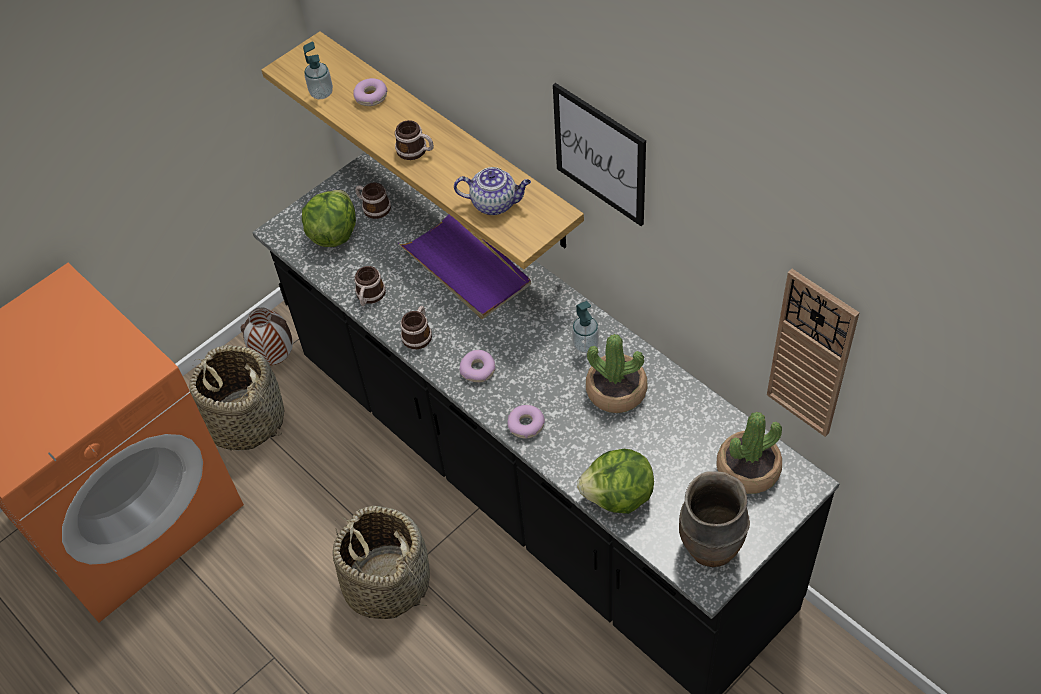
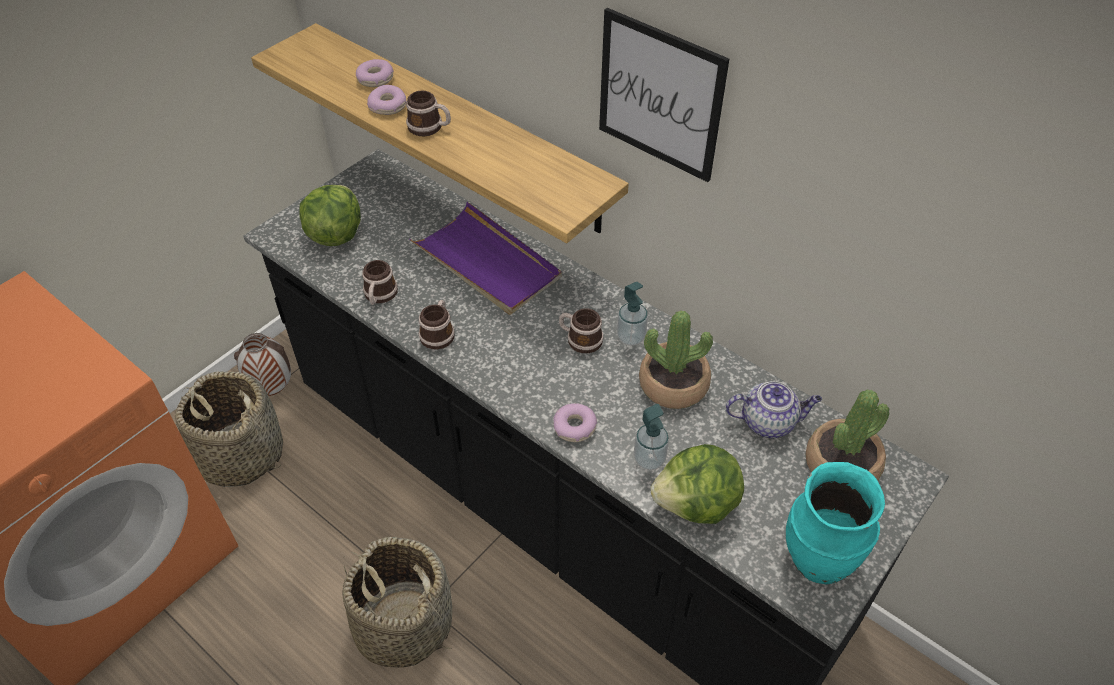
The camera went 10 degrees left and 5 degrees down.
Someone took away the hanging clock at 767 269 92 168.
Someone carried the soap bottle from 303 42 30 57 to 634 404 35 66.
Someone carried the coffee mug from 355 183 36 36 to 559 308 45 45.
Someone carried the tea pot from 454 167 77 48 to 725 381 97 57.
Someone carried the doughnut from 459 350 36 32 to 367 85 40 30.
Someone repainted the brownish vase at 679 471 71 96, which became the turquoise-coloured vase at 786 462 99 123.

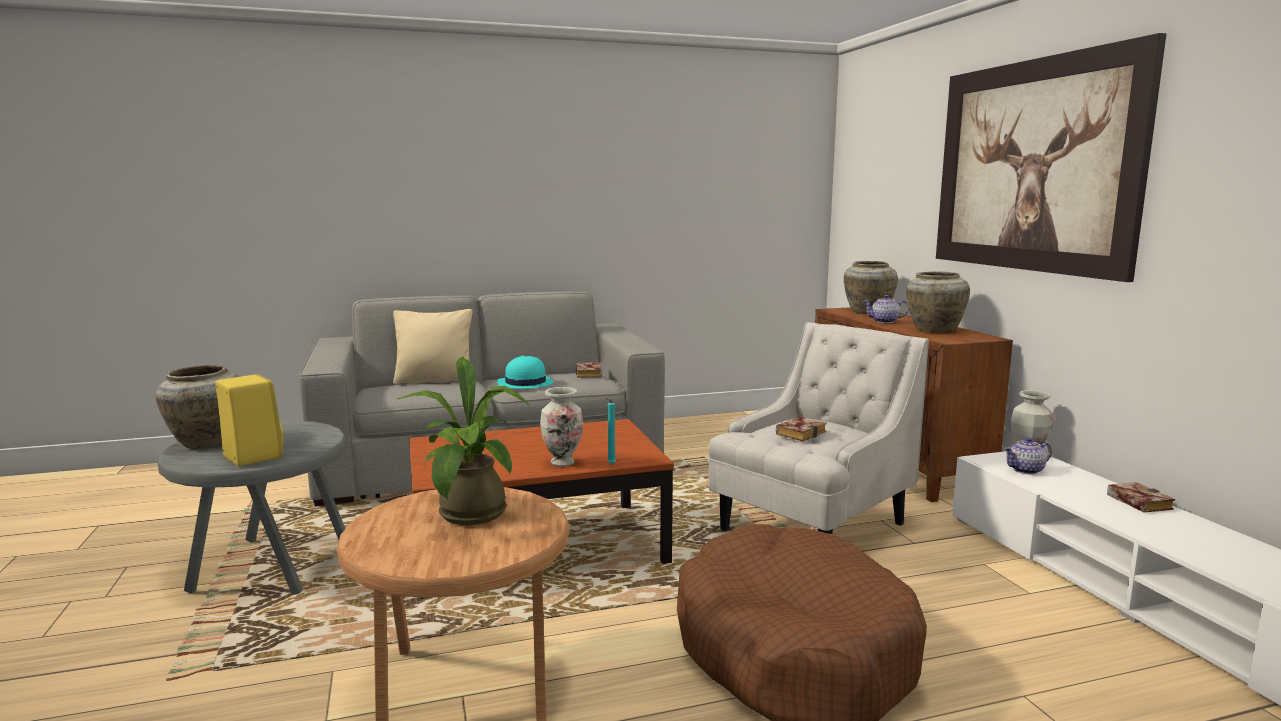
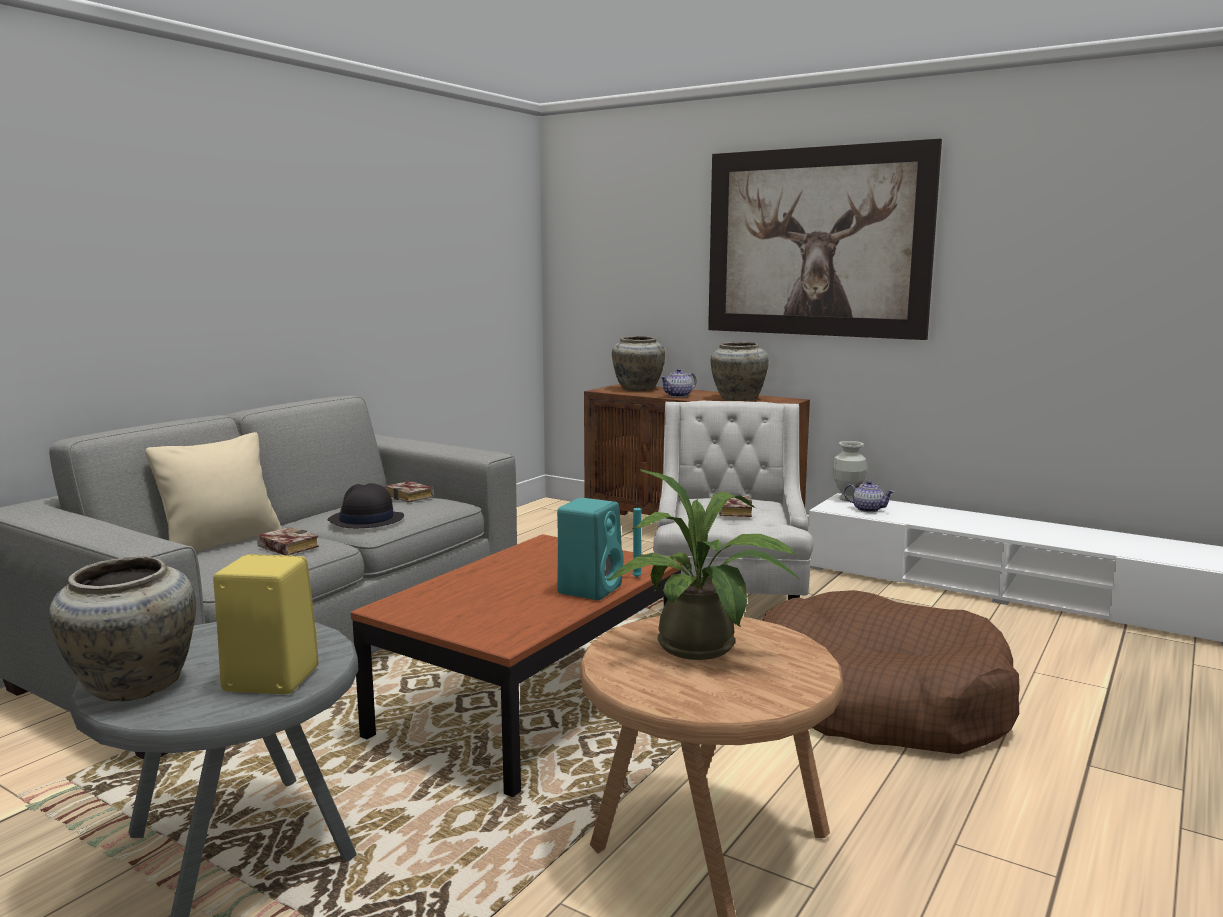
The camera went 40 degrees left and 0 degrees up.
Someone carried the bound book from 1107 482 68 31 to 257 527 62 28.
Someone swapped the vase at 540 387 43 80 for the turquoise-coloured audio speaker at 557 498 66 102.
Someone repainted the turquoise-coloured wearable hat at 497 355 57 34, which became the black wearable hat at 327 483 77 45.
Someone rotated the tea pot at 1004 437 48 37 by 90 degrees counterclockwise.

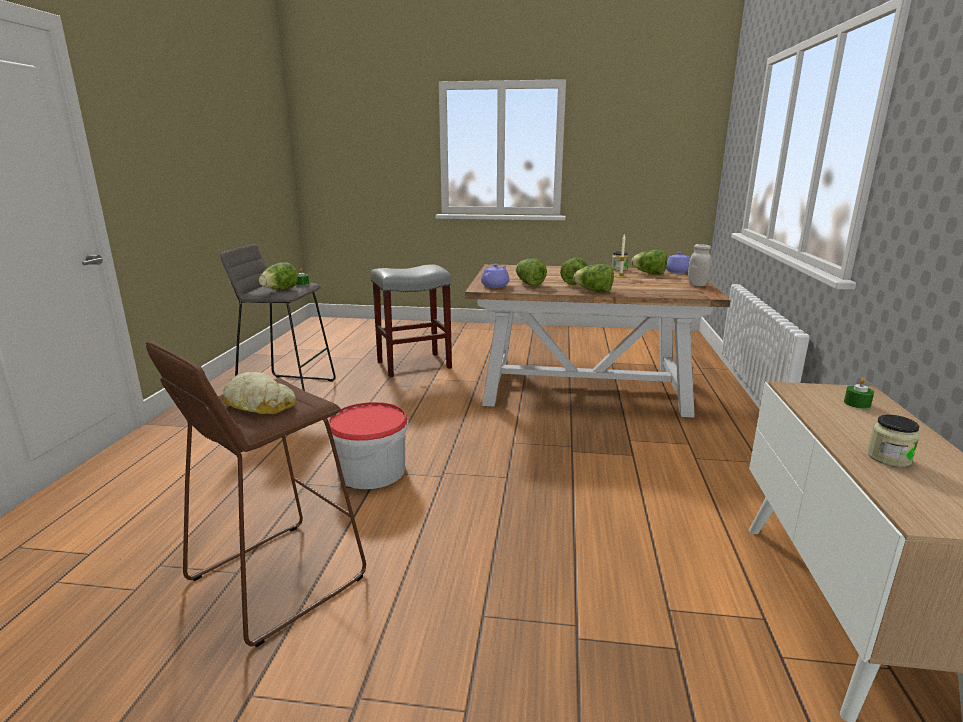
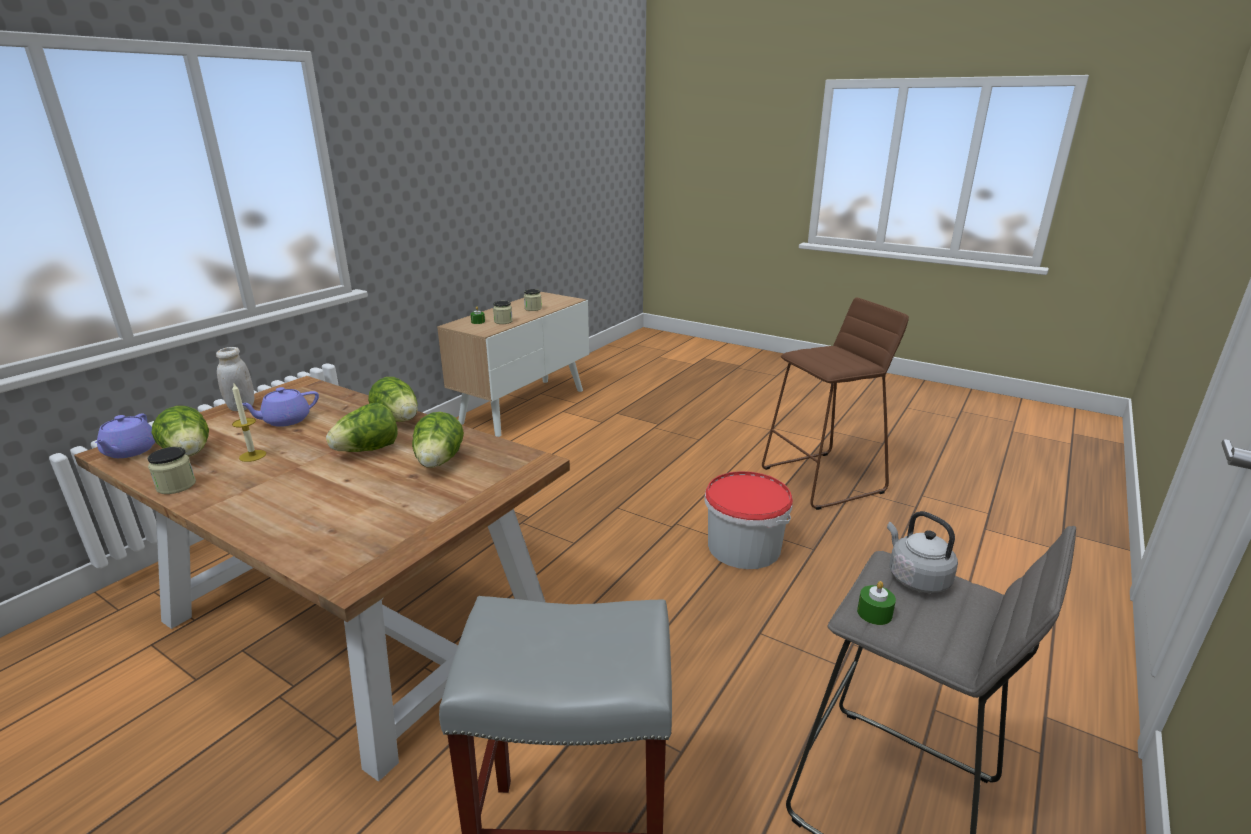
The camera went 155 degrees left and 5 degrees up.
Someone took away the bakery bread at 222 372 74 42.
Someone put down the jar at 493 301 20 23.
Someone carried the purple tea pot from 481 264 28 24 to 242 387 77 40.
Someone swapped the lettuce head at 259 262 39 28 for the gray kettle at 887 511 71 82.

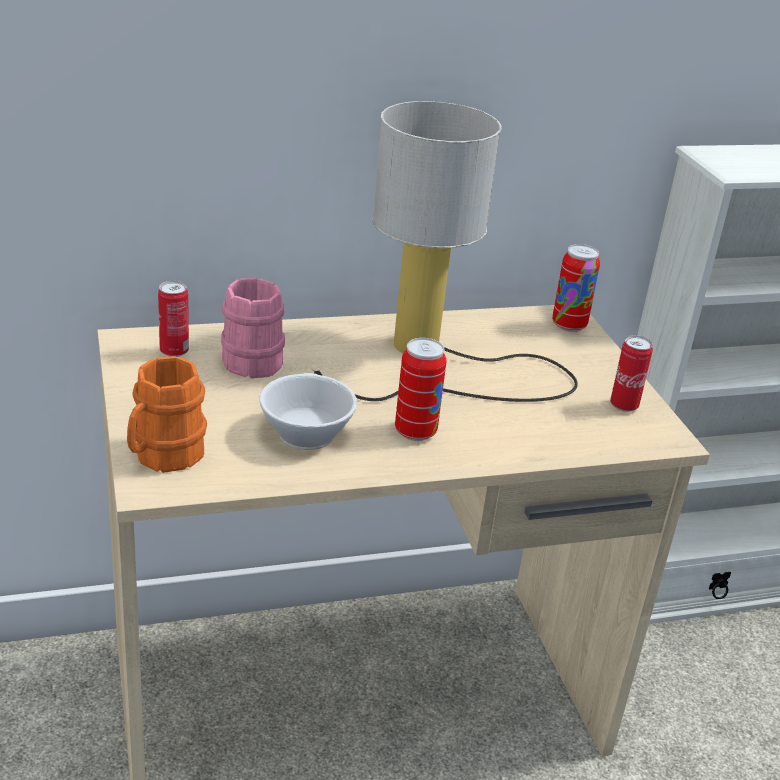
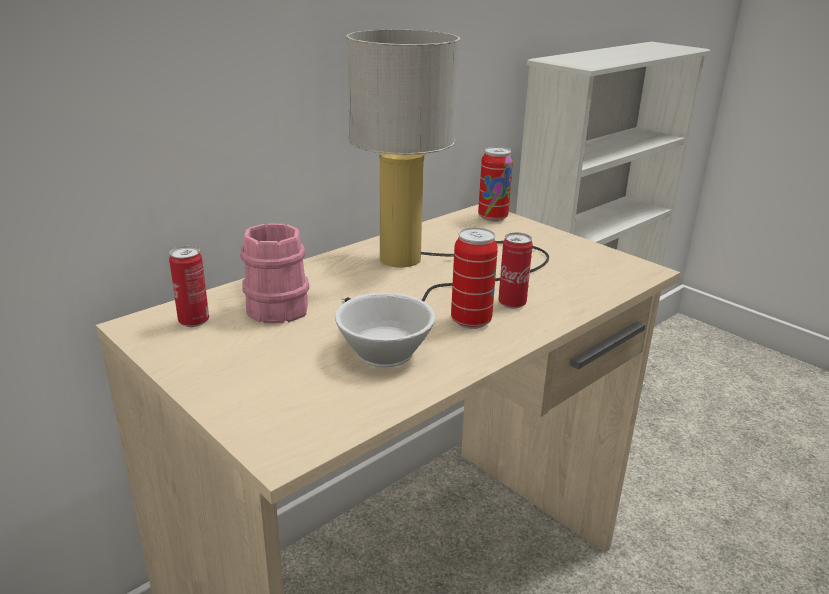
The camera went 25 degrees left and 5 degrees down.
Someone took away the orange coffee mug at 127 356 80 117.
Someone carried the sealed can from 610 335 43 77 to 498 232 35 77.

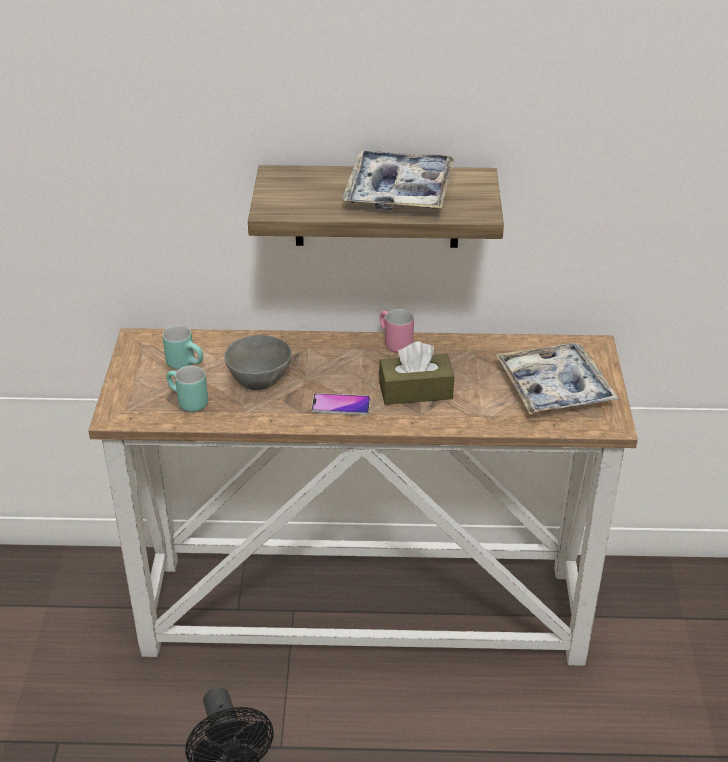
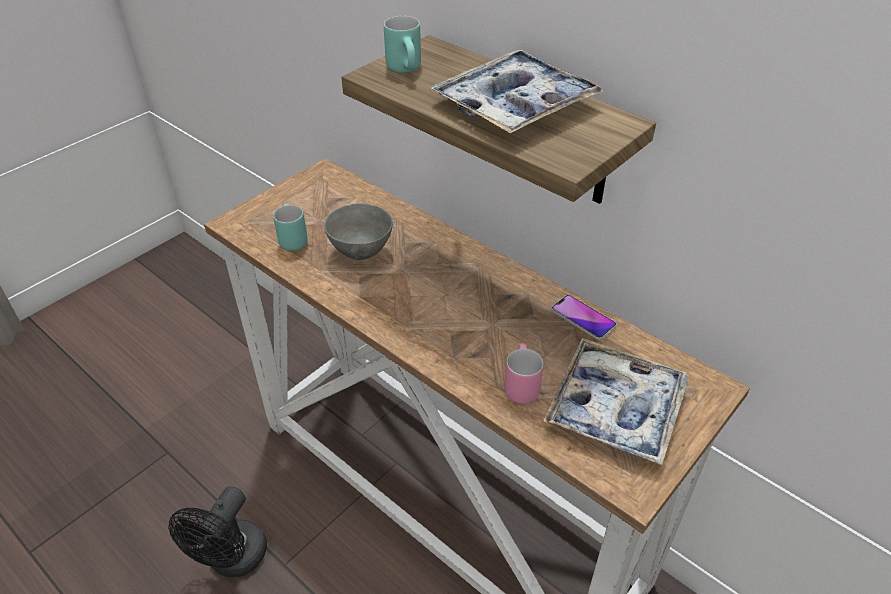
The camera went 40 degrees right and 5 degrees up.
Someone took away the brownish box of tissues at 379 341 75 64.
Someone carried the turquoise-coloured coffee mug from 162 325 41 45 to 384 16 37 57.
Someone carried the handset from 311 393 59 22 to 551 295 66 45.
Someone carried the pinkish coffee mug from 379 309 35 44 to 504 343 39 61.

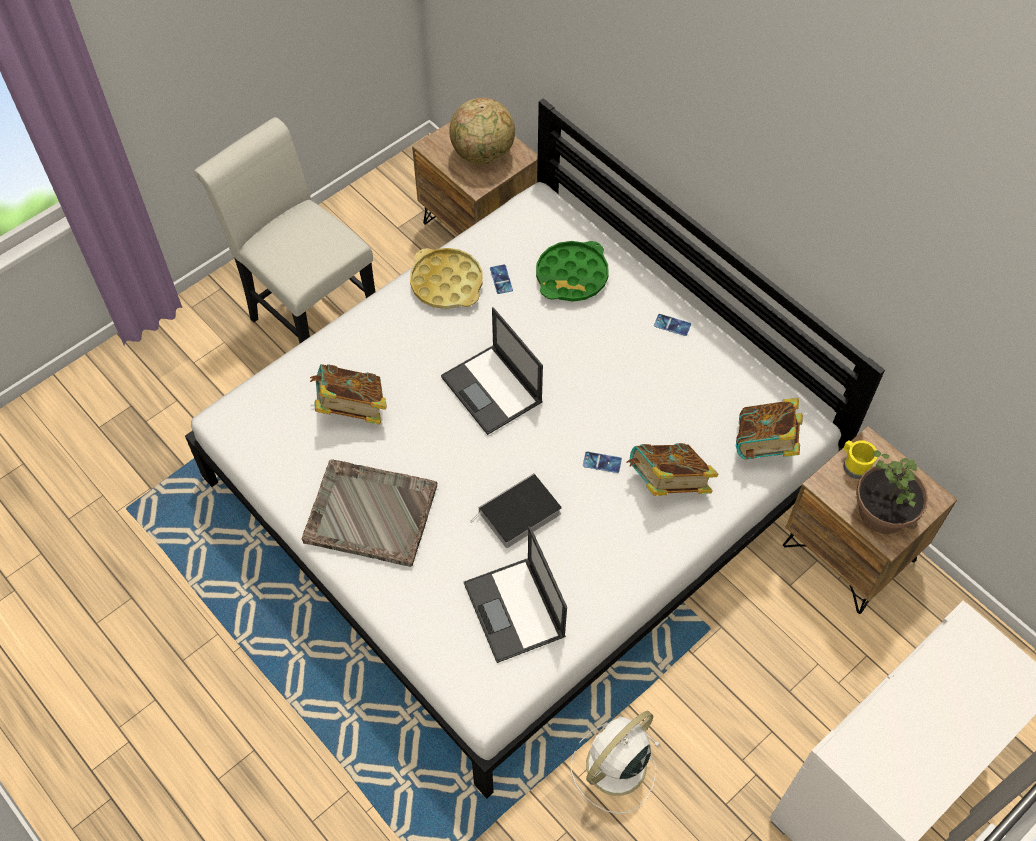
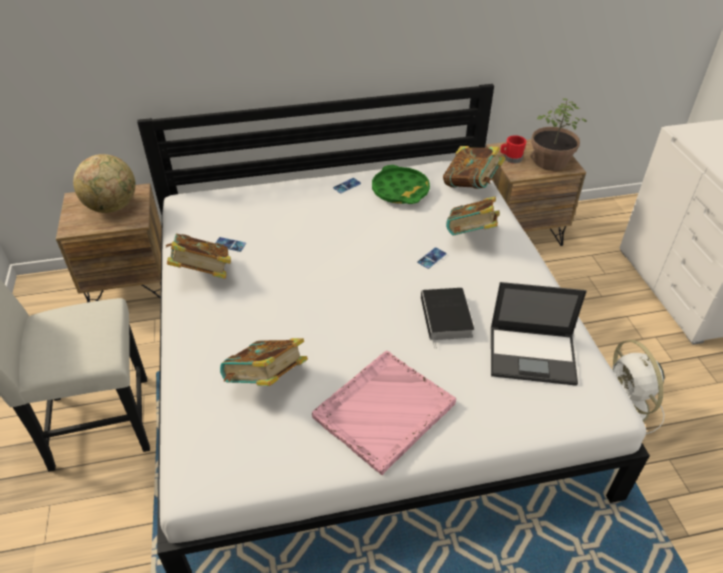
The camera went 60 degrees left and 15 degrees down.
Someone took away the notebook computer at 441 307 102 128.
Someone carried the green-coloured serving tray from 536 241 73 60 to 372 165 58 39.
Someone swapped the yellow serving tray at 410 248 73 61 for the bound book at 166 233 65 46.
Someone repainted the gray serving tray at 301 459 136 108, which became the pinkish serving tray at 312 351 144 124.
Someone repainted the yellow coffee mug at 843 440 34 39, which became the reddish coffee mug at 500 135 26 29.

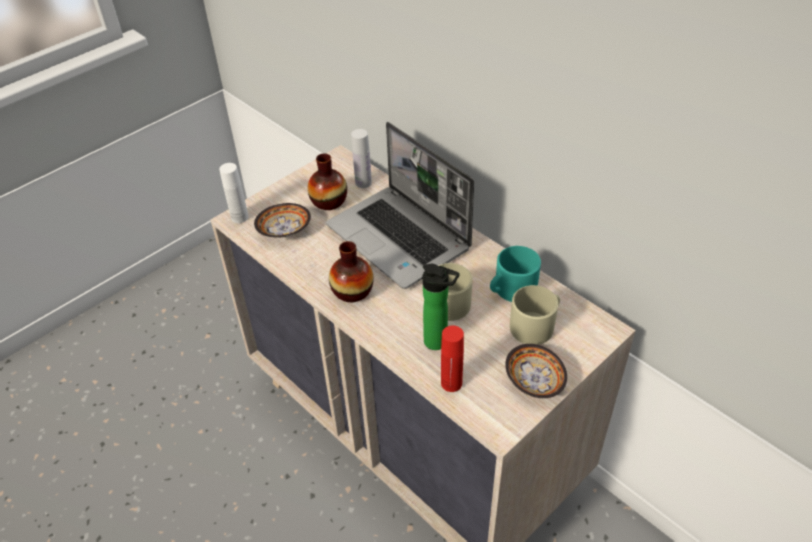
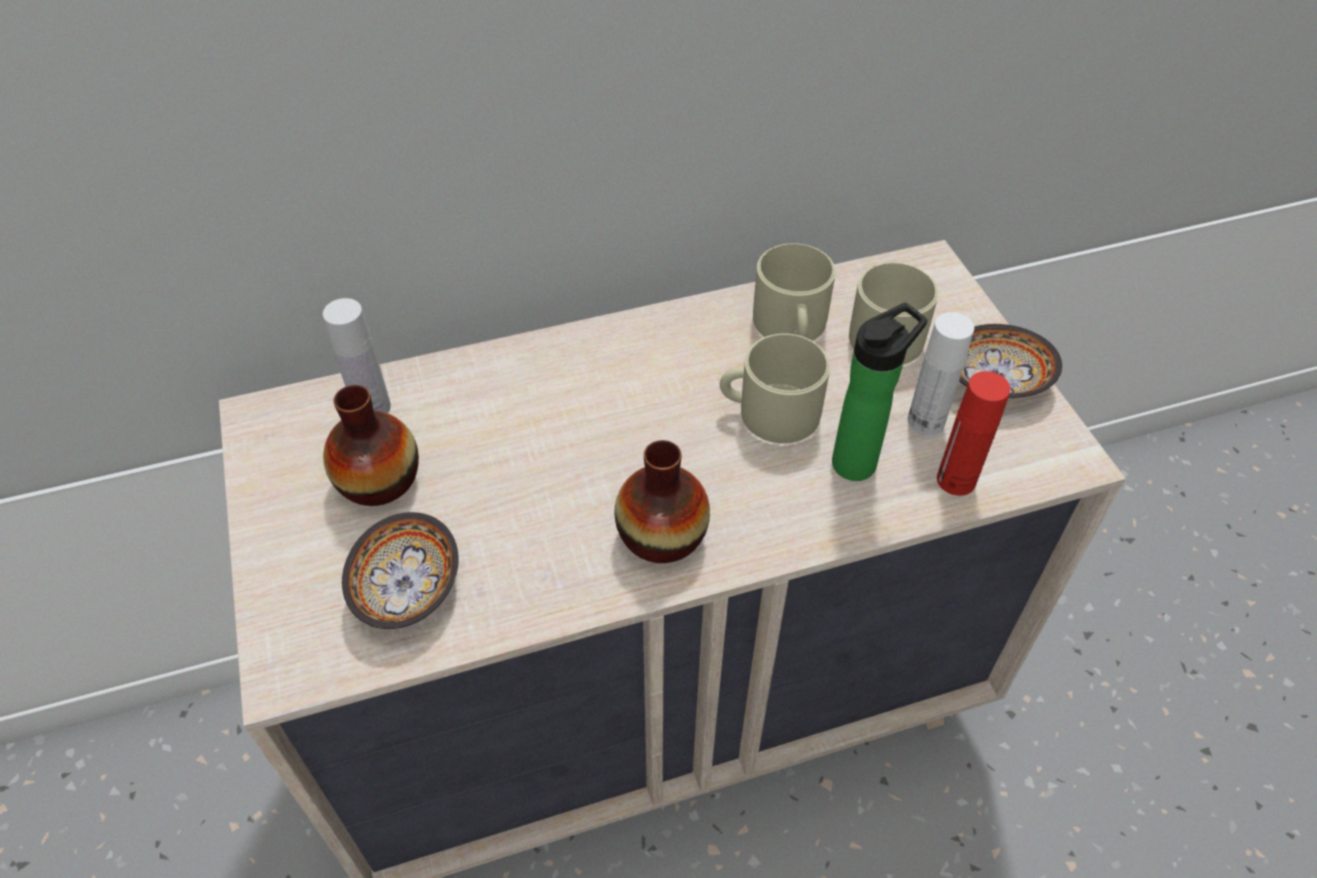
The camera went 65 degrees left and 5 degrees up.
Someone took away the notebook computer at 326 122 148 167.
Someone carried the whitish drink bottle from 219 163 29 60 to 908 312 66 124.
Someone repainted the turquoise-coloured coffee mug at 490 246 51 56, which became the sand-coloured coffee mug at 753 243 83 98.

